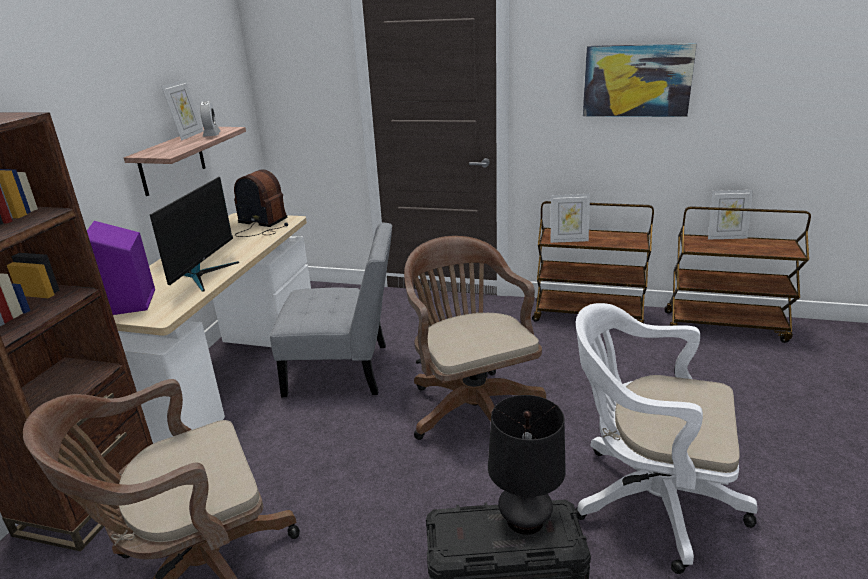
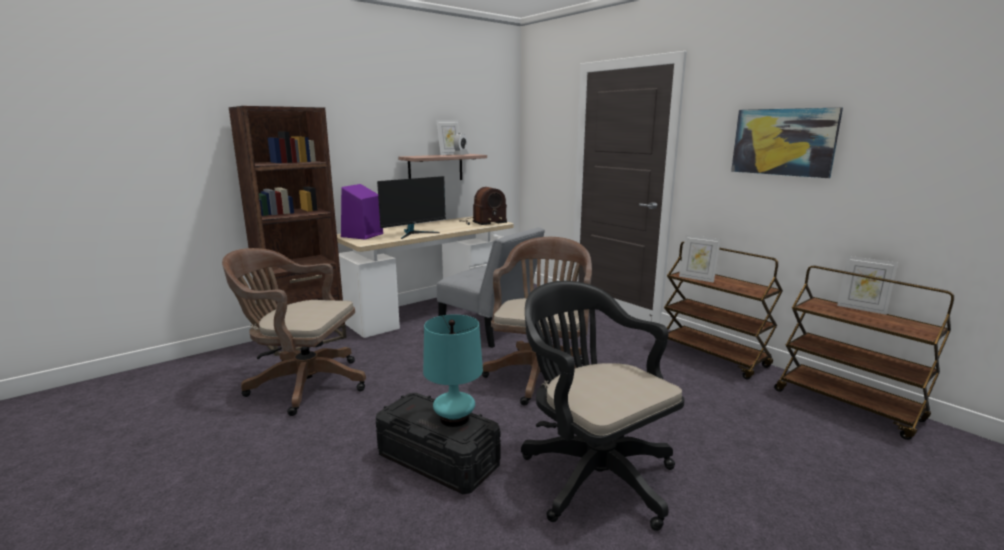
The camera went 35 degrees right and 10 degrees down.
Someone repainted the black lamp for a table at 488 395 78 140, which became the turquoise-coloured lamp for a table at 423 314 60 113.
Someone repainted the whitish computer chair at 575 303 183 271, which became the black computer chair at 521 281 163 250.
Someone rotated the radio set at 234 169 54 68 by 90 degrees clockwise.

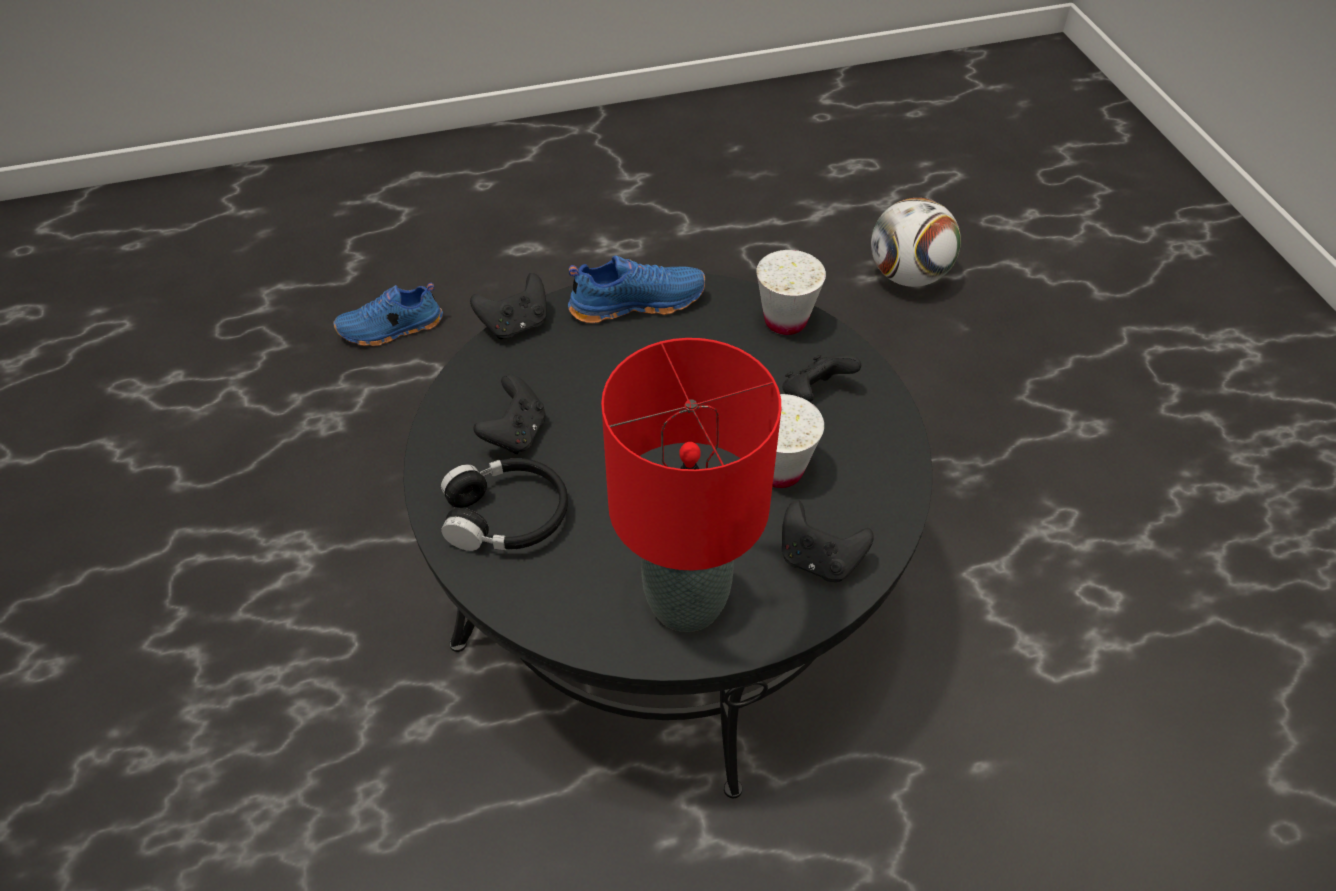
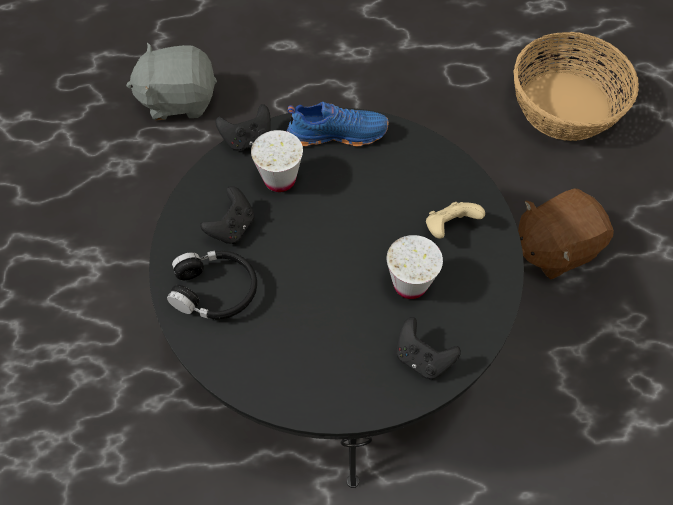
The camera went 10 degrees right and 10 degrees up.
Someone took away the reddish lamp for a table at 601 338 180 294.
Someone put down the brownish cuddly toy at 518 188 96 91.
Someone carried the whitish drinking cup from 756 250 70 85 to 251 130 52 62.
Someone swapped the bluish item of footwear at 333 283 110 63 for the gray cuddly toy at 126 43 91 77.
Someone swapped the football at 871 198 90 89 for the basket at 513 32 126 109.
Someone repainted the black joypad at 782 354 79 48, which became the sand-coloured joypad at 426 202 59 37.

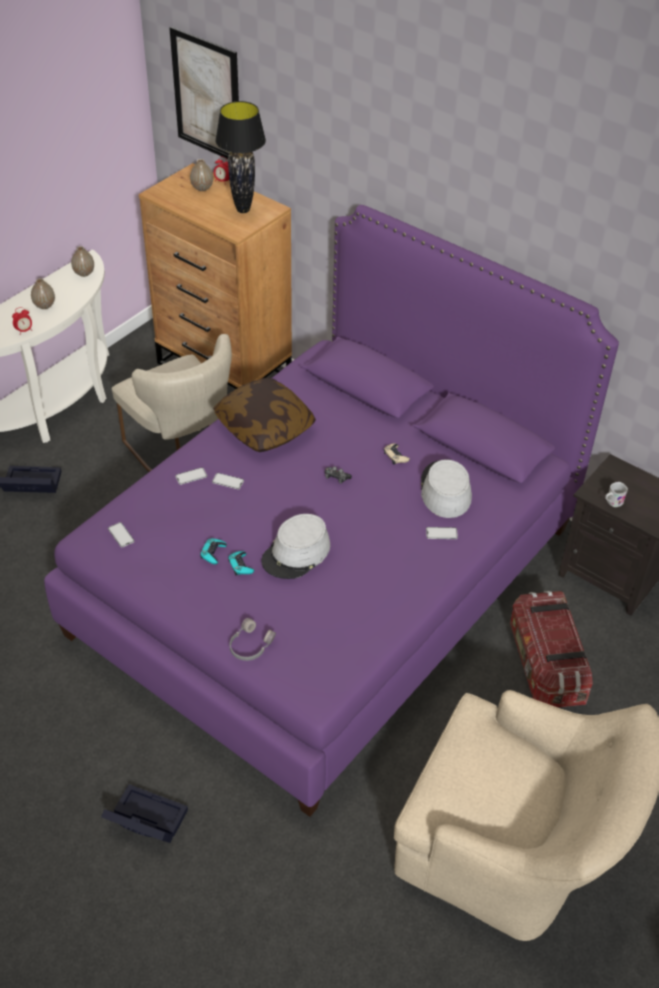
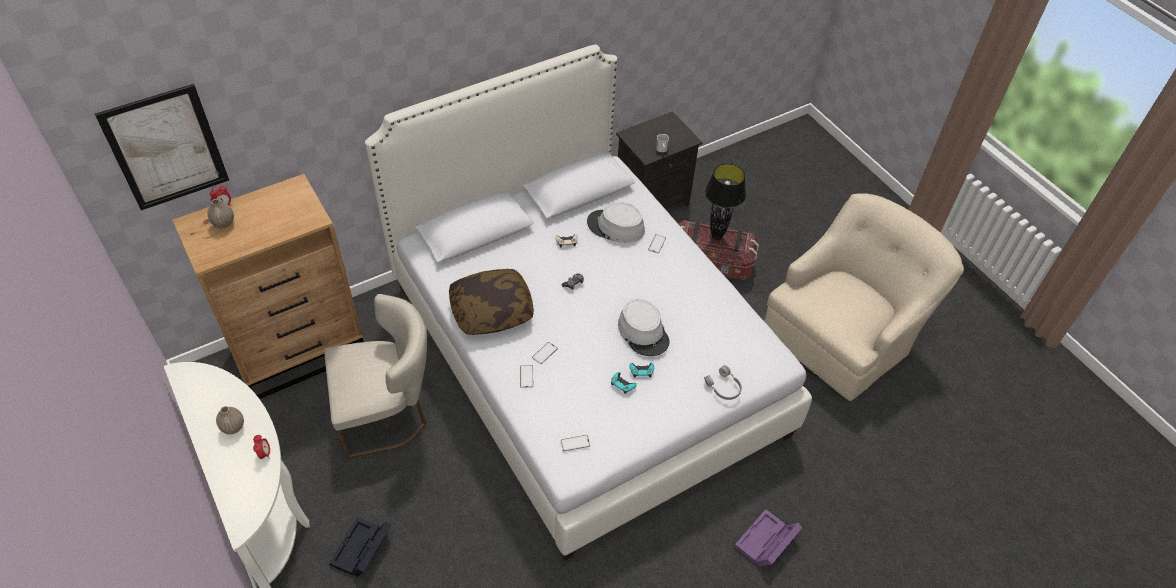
The camera went 70 degrees left and 5 degrees up.
Someone took away the vase at 71 246 23 31.
Someone carried the black lamp for a table from 215 101 51 112 to 705 164 41 76.
Someone repainted the purple sleeping bed at 44 205 575 612, which became the whitish sleeping bed at 365 45 447 516.
Someone repainted the black storage bin at 101 784 87 59, which became the purple storage bin at 734 509 68 58.

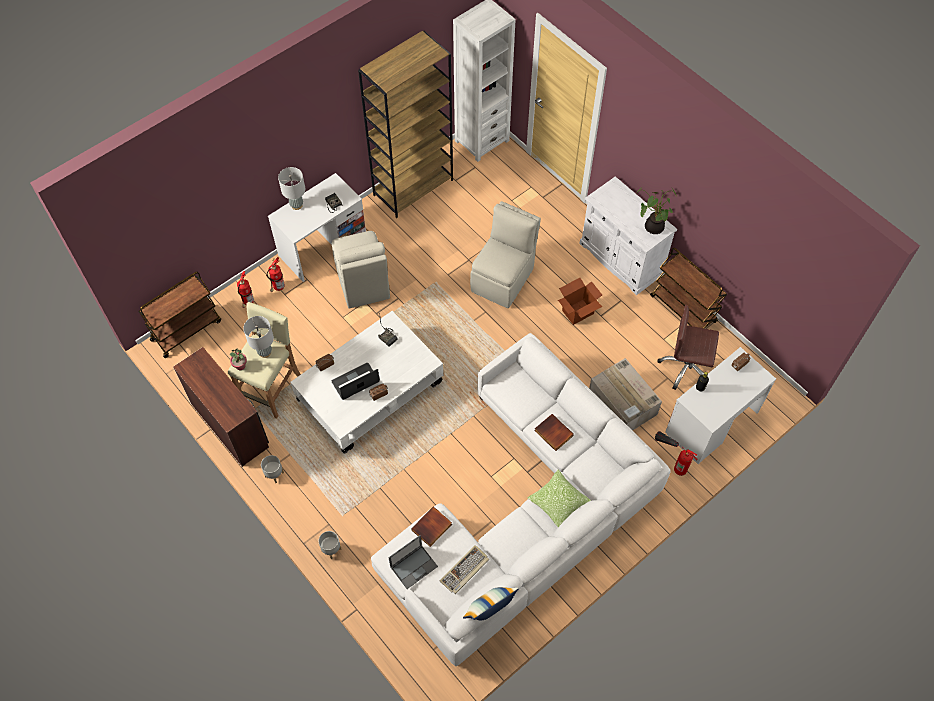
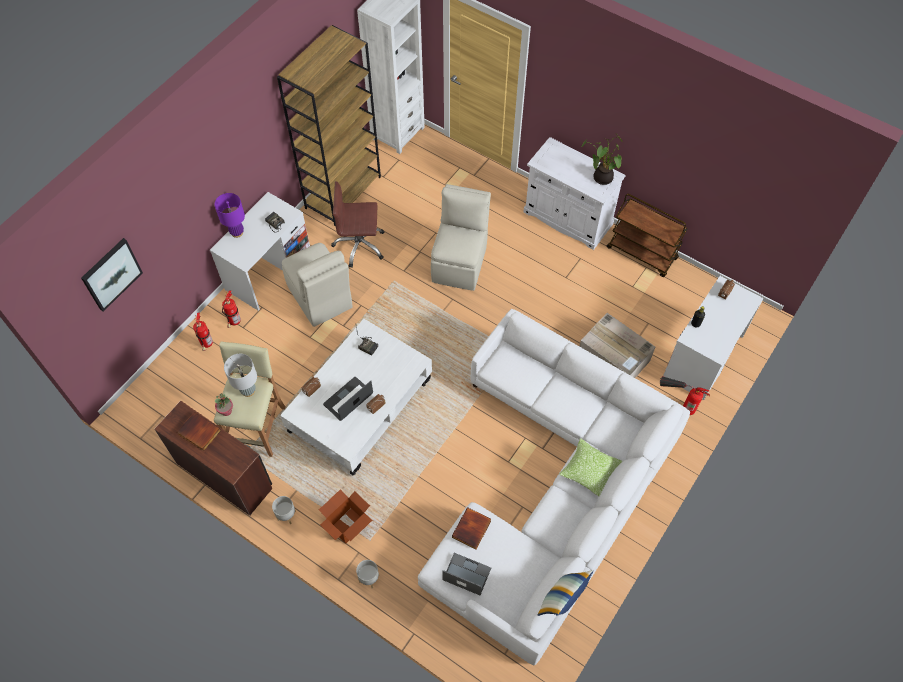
The camera went 15 degrees left and 0 degrees up.
Someone took away the brownish cart at 138 272 83 86.
Someone took away the keyboard at 440 545 49 49.
Someone put up the picture at 81 238 62 74.
Someone carried the bound book from 534 414 40 37 to 177 412 44 39.
Someone carried the carton from 558 278 44 47 to 319 489 53 55.
Someone carried the brownish computer chair from 657 305 62 85 to 331 181 53 87.
Someone repainted the gray lamp for a table at 278 167 27 43, which became the purple lamp for a table at 214 193 31 45.
Someone rotated the notebook computer at 388 535 50 54 by 105 degrees counterclockwise.

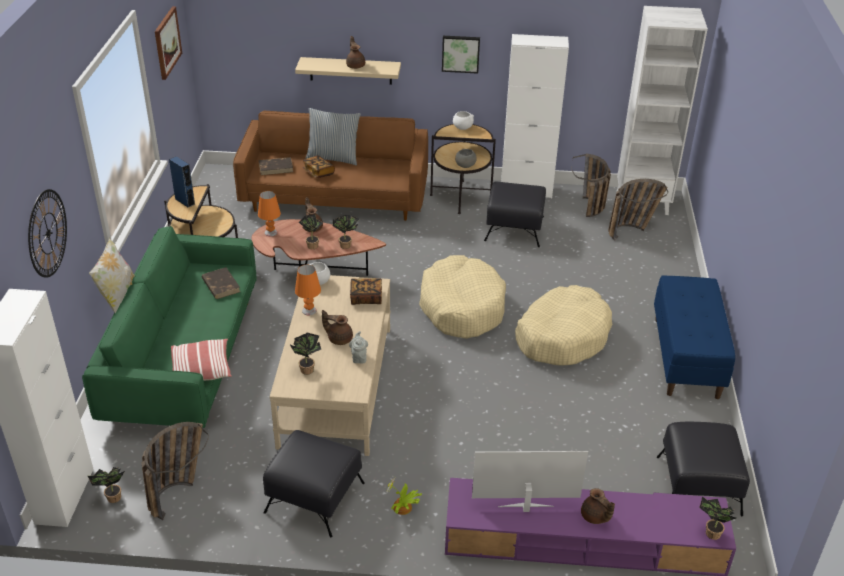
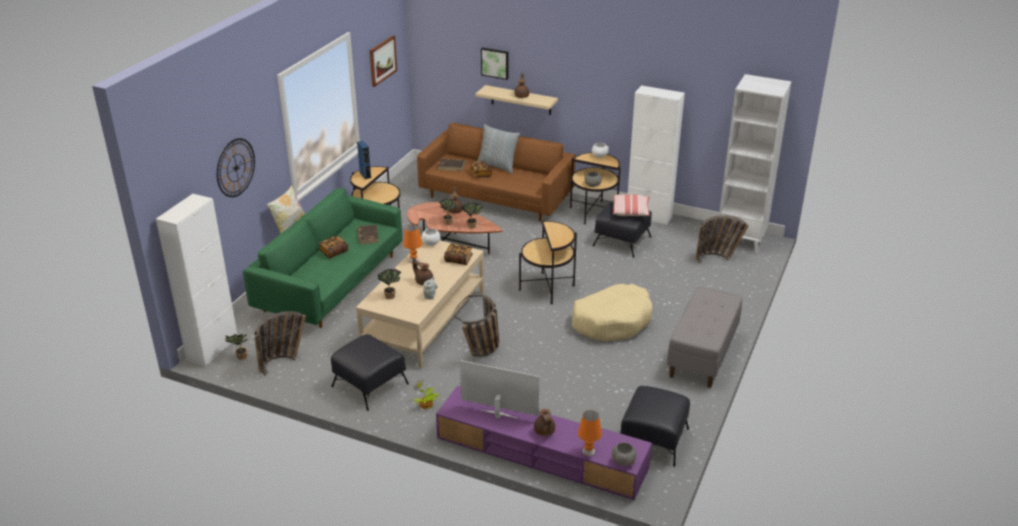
The camera went 20 degrees right and 5 degrees down.
Someone put down the bound book at 318 236 30 23.
Someone carried the pillow from 171 339 61 42 to 613 194 37 22.
Someone carried the orange lamp for a table from 258 191 23 45 to 578 410 24 46.
Someone carried the picture from 442 36 38 38 to 481 47 27 33.
Someone carried the basket from 572 154 39 63 to 454 295 45 62.
Someone swapped the sand-coloured pet bed at 419 255 87 84 for the side table at 519 220 58 84.
Someone swapped the plant in a pot at 699 496 37 44 for the gray bowl at 612 443 25 23.
Someone repainted the bluish long seat at 654 275 81 124, which became the gray long seat at 667 286 75 102.

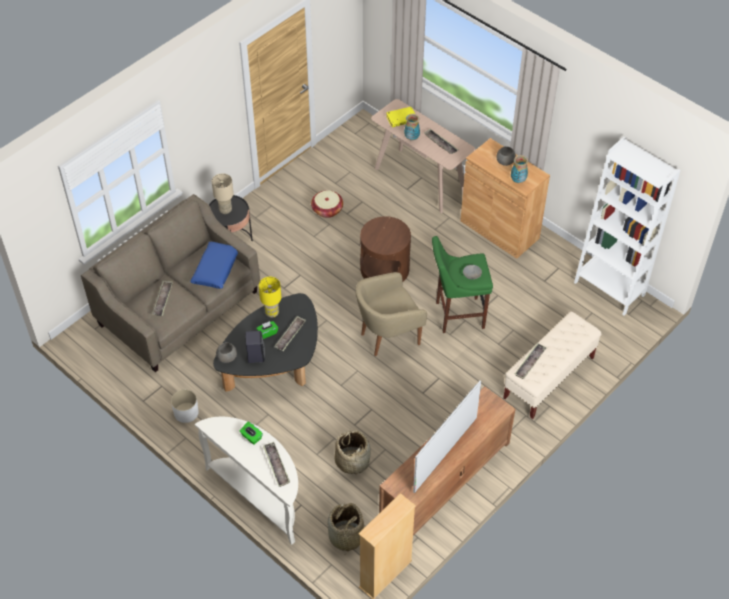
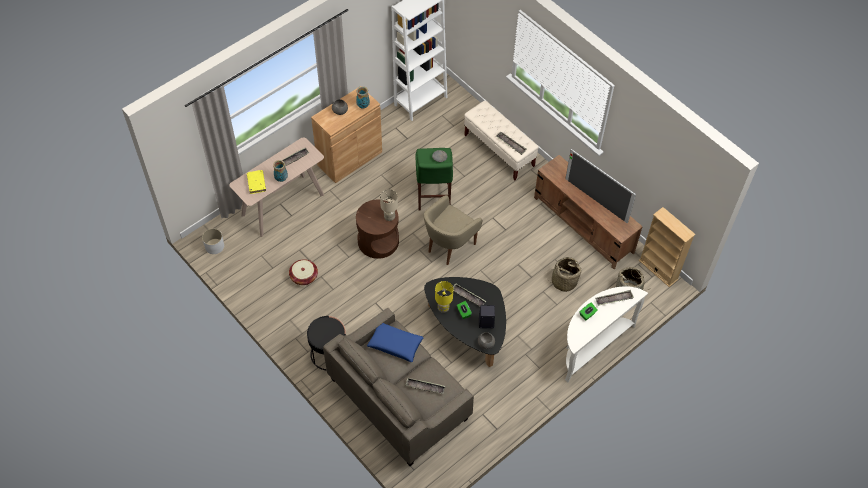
The camera went 85 degrees left and 5 degrees up.
Someone carried the whitish planter from 171 389 28 34 to 202 229 22 25.
Someone carried the sand-coloured lamp for a table from 212 173 22 41 to 380 189 18 32.
Someone rotated the sand-coloured lounge chair at 356 272 71 84 by 60 degrees clockwise.

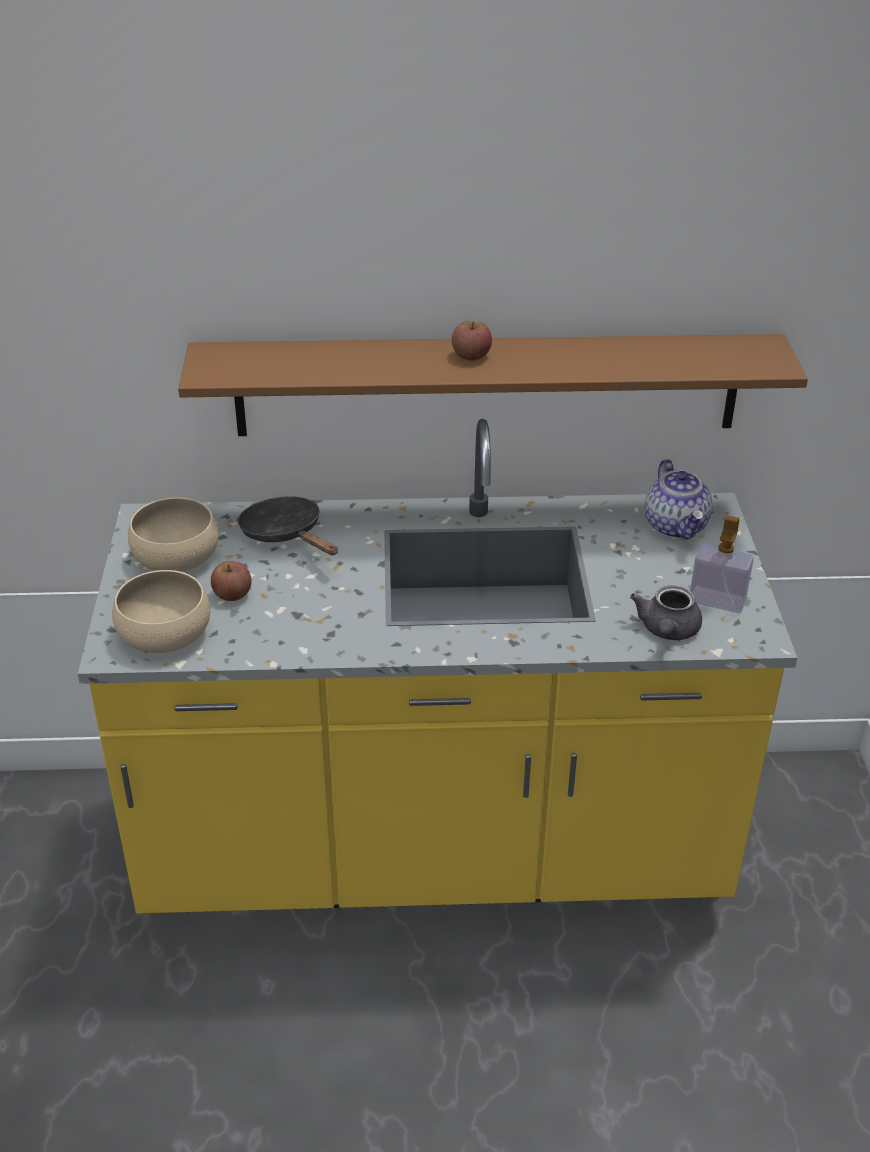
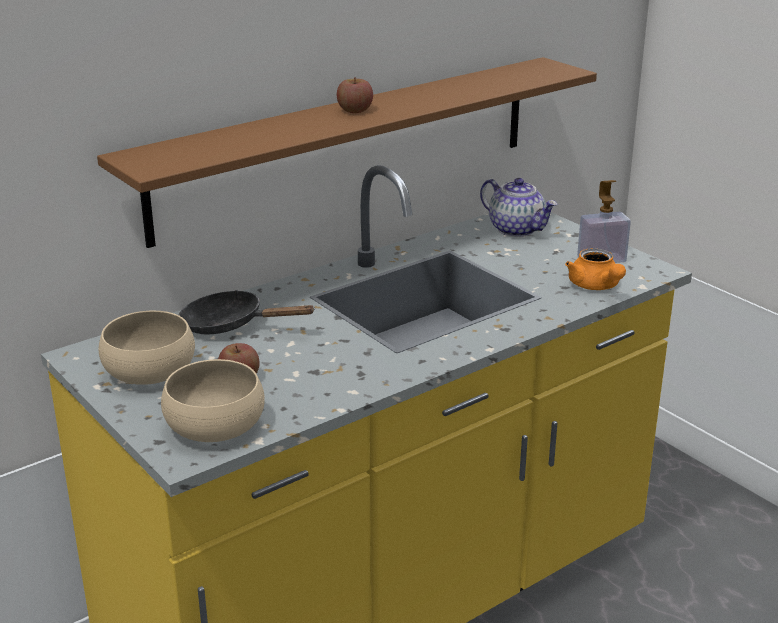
The camera went 35 degrees left and 10 degrees down.
Someone repainted the gray tea pot at 630 585 72 55, which became the orange tea pot at 565 248 61 42.

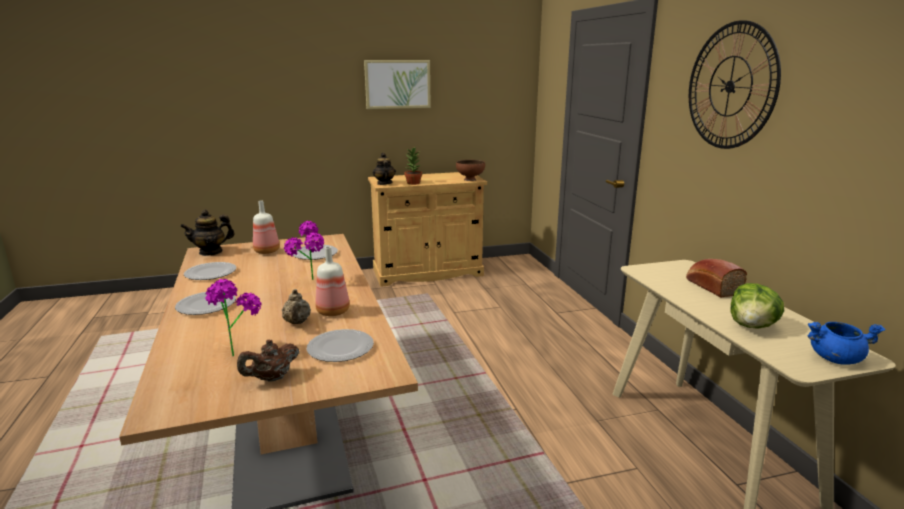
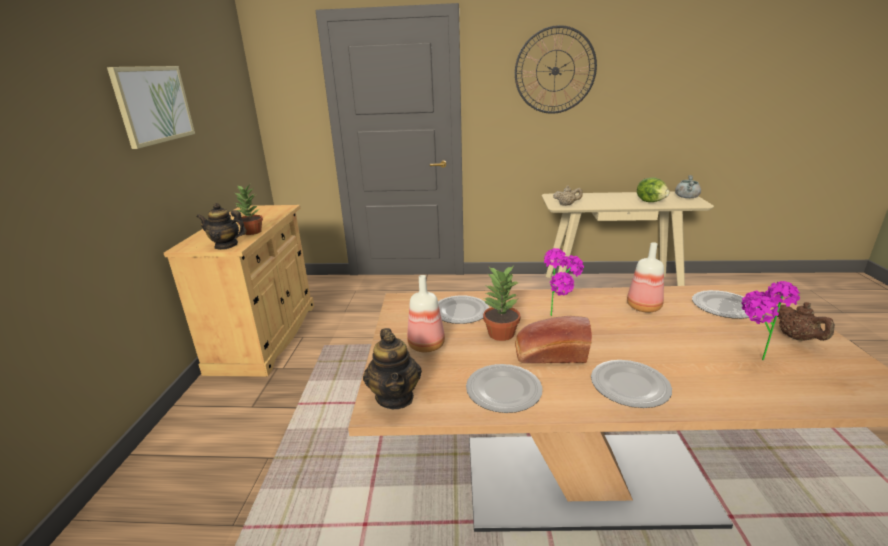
The camera went 70 degrees left and 5 degrees up.
Someone took away the brownish bowl at 456 160 29 21.
Someone put down the plant in a pot at 483 267 37 74.
Someone carried the sand-coloured tea pot from 282 289 29 35 to 553 185 30 21.
Someone carried the bakery bread from 686 259 61 39 to 515 316 77 47.
Someone repainted the bluish cooking pot at 808 322 77 43, which became the gray cooking pot at 675 175 26 23.

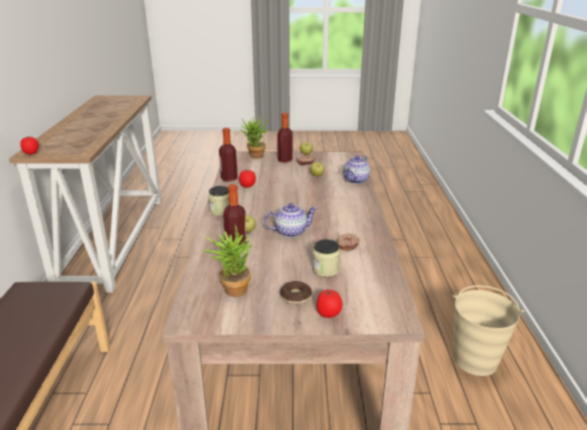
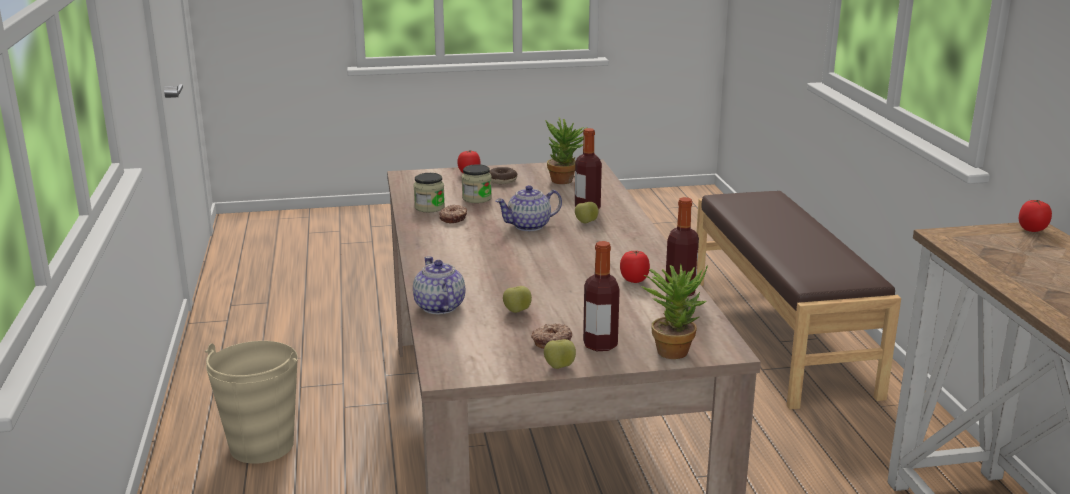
The camera went 170 degrees right and 5 degrees down.
Someone carried the jar from 208 186 21 30 to 413 173 32 39.
Someone rotated the tea pot at 343 155 27 29 by 45 degrees counterclockwise.

